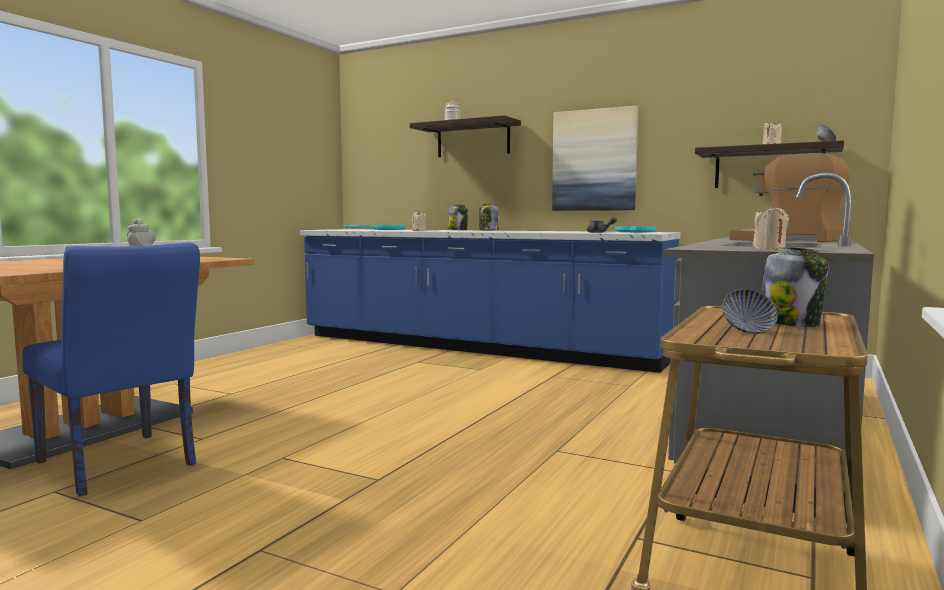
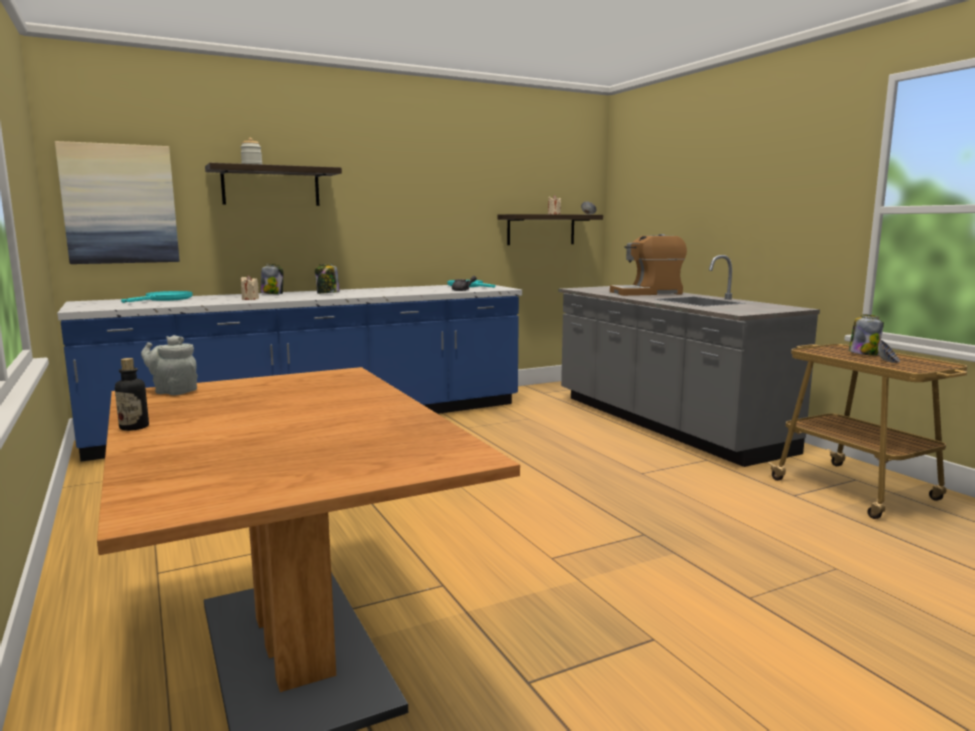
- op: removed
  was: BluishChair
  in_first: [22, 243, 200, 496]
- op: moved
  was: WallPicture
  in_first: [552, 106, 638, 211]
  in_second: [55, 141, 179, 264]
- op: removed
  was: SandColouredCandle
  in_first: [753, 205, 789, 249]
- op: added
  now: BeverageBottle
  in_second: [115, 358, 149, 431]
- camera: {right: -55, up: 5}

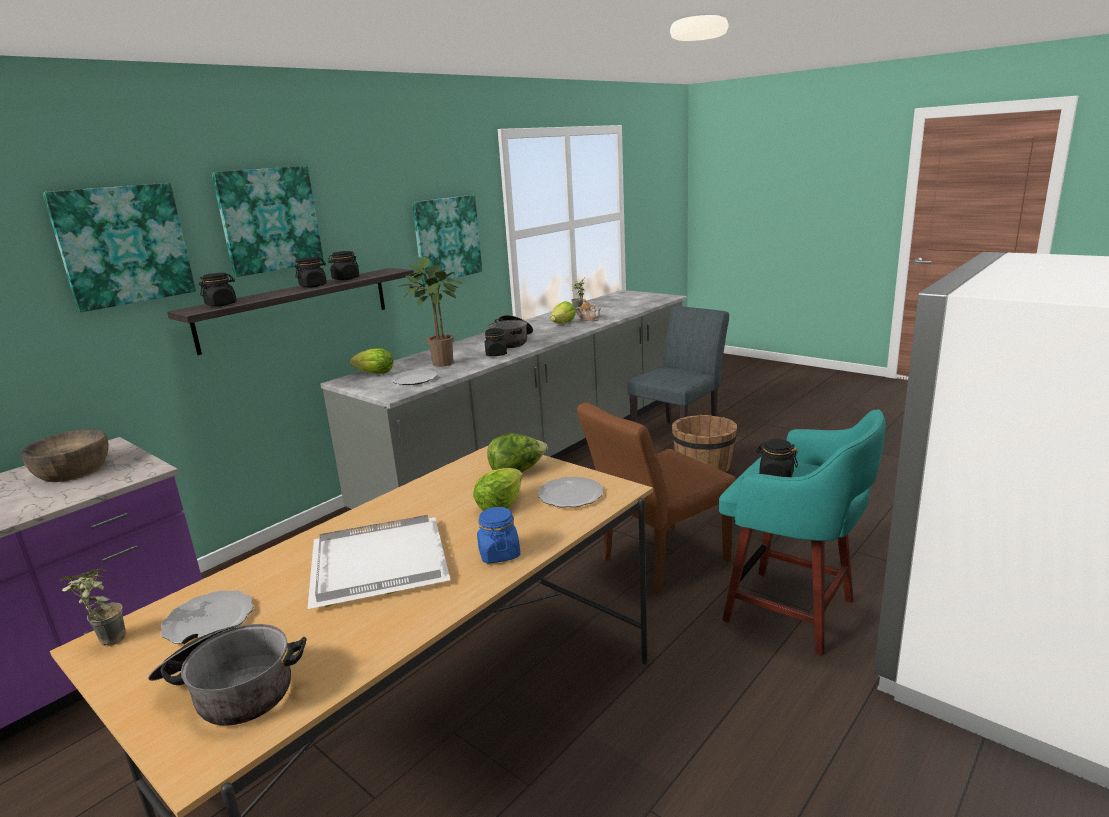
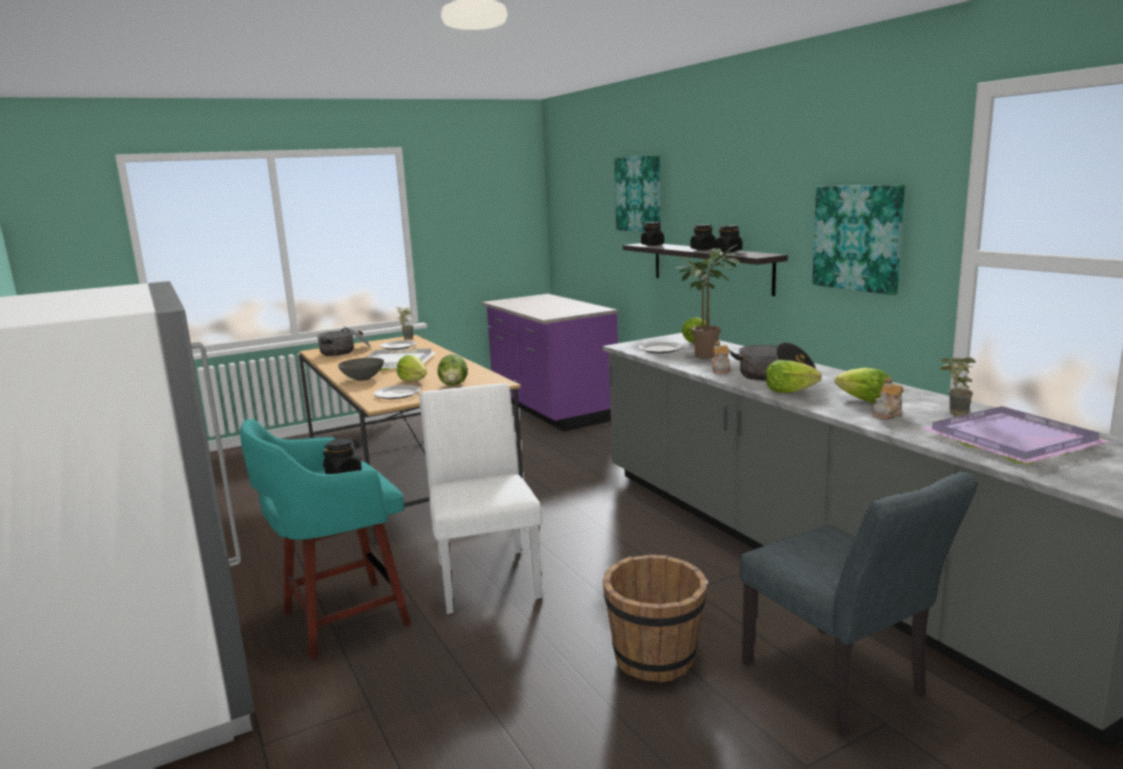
- op: removed
  was: BrownServingBowl
  in_first: [20, 429, 109, 482]
- op: removed
  was: WallPicture
  in_first: [211, 166, 324, 277]
- op: replaced
  was: BluishPreserveJar
  now: GreyishServingBowl
  in_first: [477, 507, 520, 564]
  in_second: [338, 358, 384, 381]
- op: replaced
  was: BlackColouredPreserveJar
  now: TeaPot
  in_first: [485, 328, 507, 356]
  in_second: [712, 341, 731, 374]
- op: recoloured
  was: BrownChair
  now: WhitishChair
  in_first: [577, 402, 736, 596]
  in_second: [419, 383, 542, 614]
- op: added
  now: Lettuce
  in_second: [766, 360, 821, 393]
- op: added
  now: PurpleCarryingTray
  in_second: [921, 406, 1110, 465]
- camera: {right: 110, up: -5}

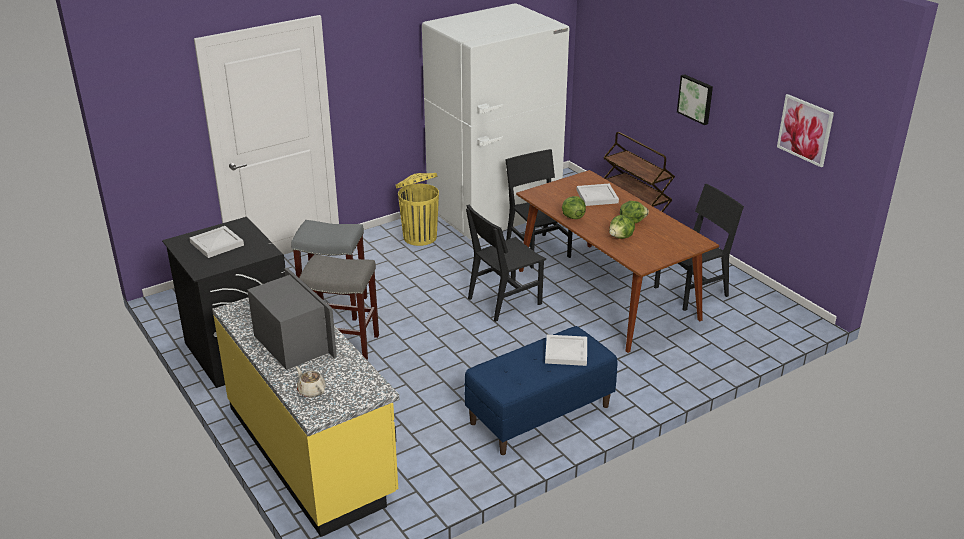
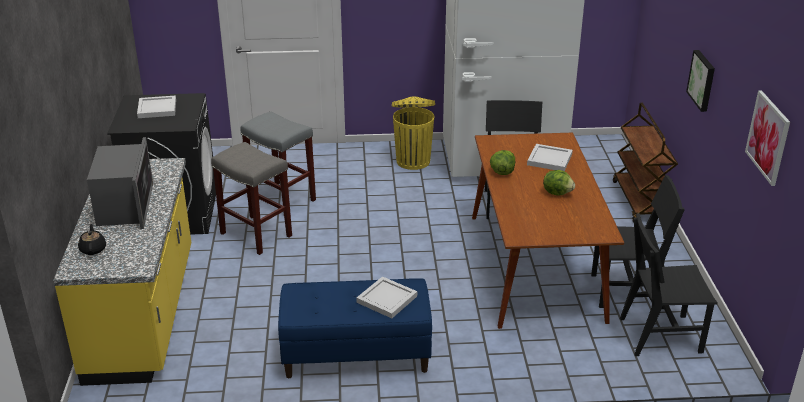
- op: recoloured
  was: SandColouredTeaPot
  now: BlackColouredTeaPot
  in_first: [296, 366, 326, 397]
  in_second: [78, 224, 106, 255]
- op: moved
  was: BlackColouredChair
  in_first: [466, 205, 546, 322]
  in_second: [620, 213, 718, 356]
- op: removed
  was: Lettuce
  in_first: [609, 215, 635, 239]
- camera: {right: 30, up: 0}

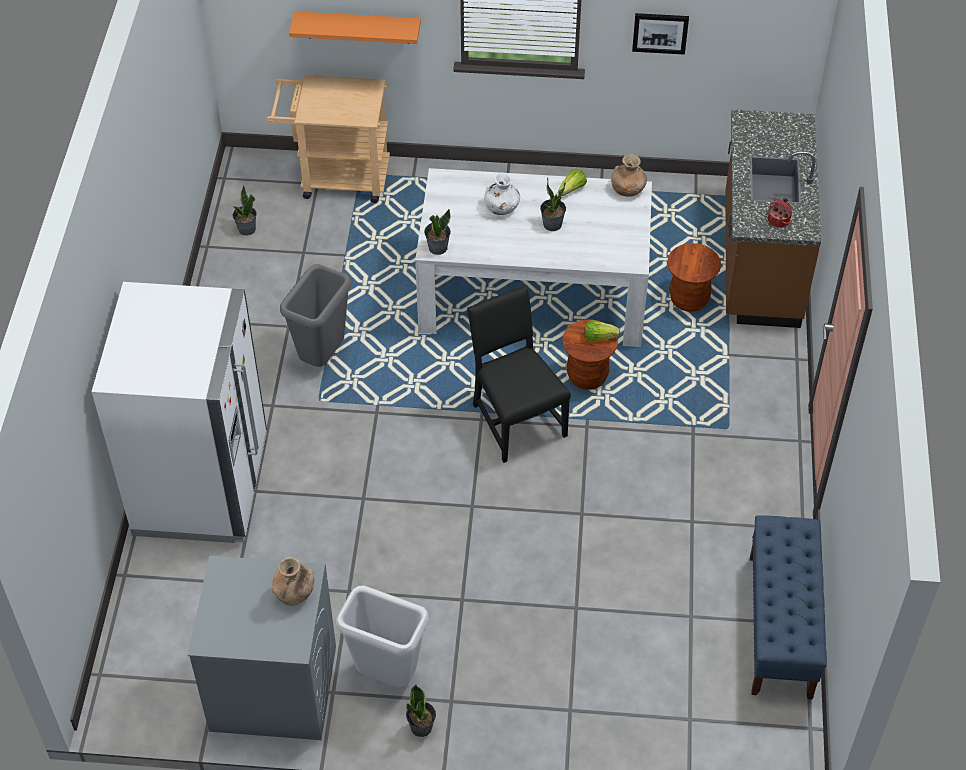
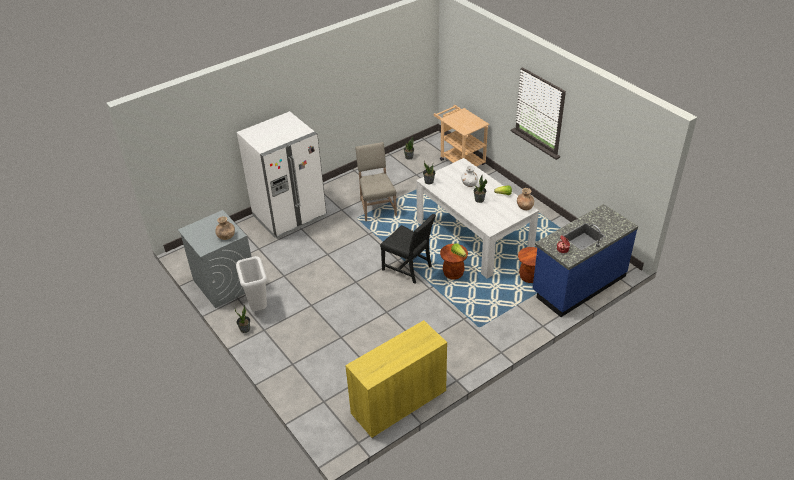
- op: replaced
  was: GreyishWasteBin
  now: SandColouredChair
  in_first: [280, 264, 351, 367]
  in_second: [355, 142, 397, 221]
- op: removed
  was: OrangeyBracketShelf
  in_first: [289, 11, 421, 44]
- op: turned
  was: BlackColouredChair
  in_first: [467, 286, 571, 463]
  in_second: [380, 214, 436, 284]
  clockwise: 105
- op: removed
  was: WallPicture
  in_first: [632, 13, 689, 55]
- op: recoloured
  was: BrownCounter
  now: BluishCounter
  in_first: [726, 109, 821, 328]
  in_second: [533, 204, 638, 317]
- op: replaced
  was: BluishBench
  now: YellowishCupboard
  in_first: [750, 516, 827, 699]
  in_second: [345, 320, 447, 438]
- camera: {right: 50, up: -10}

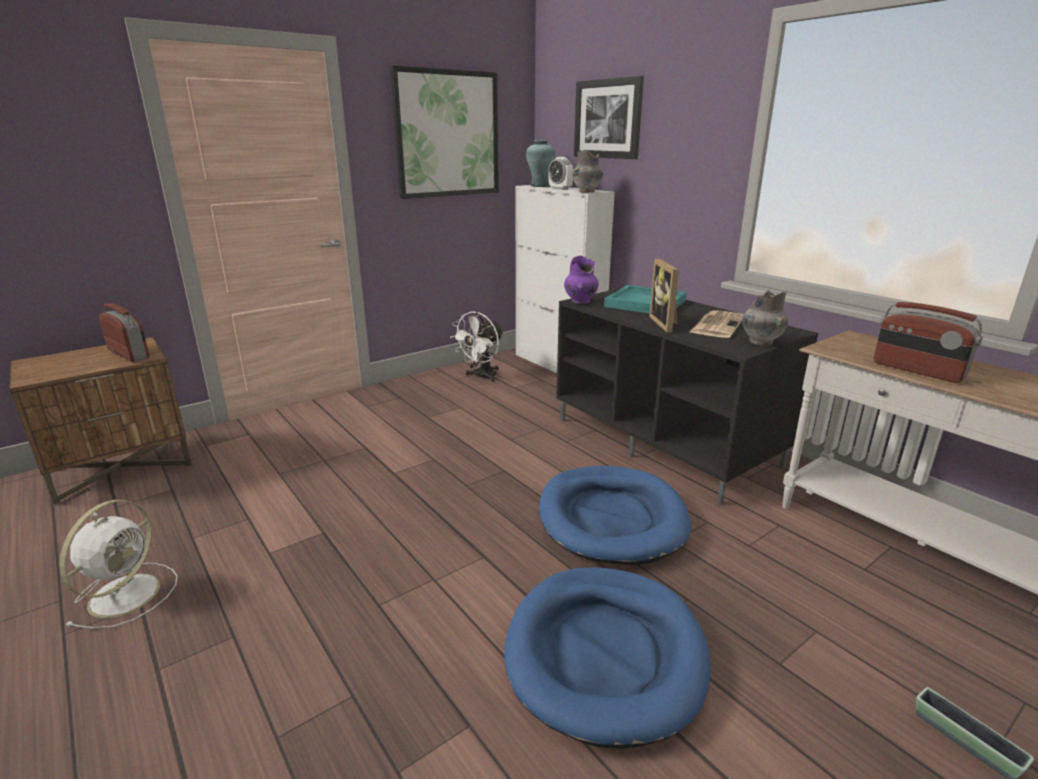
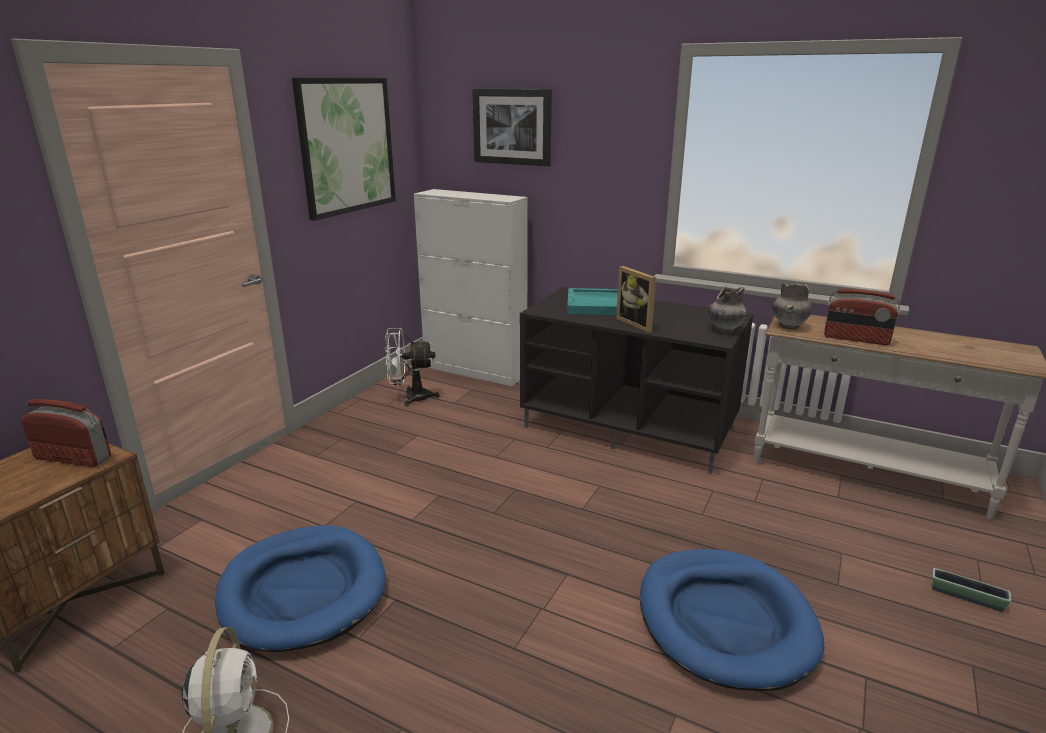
- op: turned
  was: WhitishCoolingFan
  in_first: [450, 311, 504, 382]
  in_second: [385, 328, 440, 407]
  clockwise: 75
- op: removed
  was: BlueGreenVase
  in_first: [526, 140, 555, 187]
- op: moved
  was: BluishPetBed
  in_first: [539, 466, 691, 565]
  in_second: [215, 525, 386, 652]
- op: removed
  was: BedsideClock
  in_first: [548, 157, 573, 190]
- op: removed
  was: PurpleVase
  in_first: [564, 255, 598, 304]
- op: moved
  was: GreyishVase
  in_first: [572, 150, 603, 193]
  in_second: [772, 283, 812, 330]
- op: removed
  was: DailyPaper
  in_first: [690, 310, 744, 338]
- camera: {right: -25, up: 0}

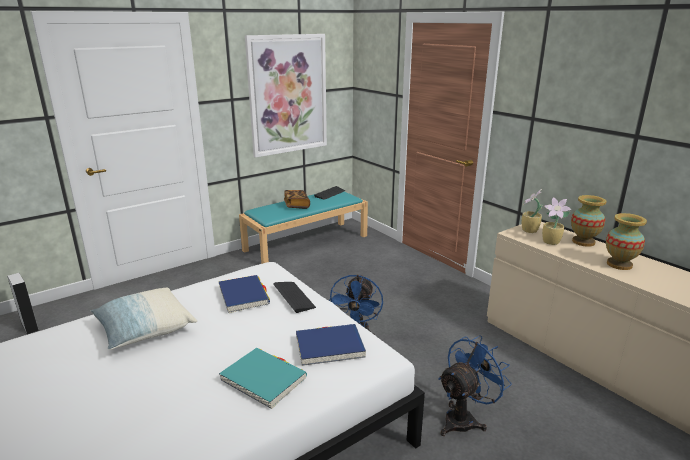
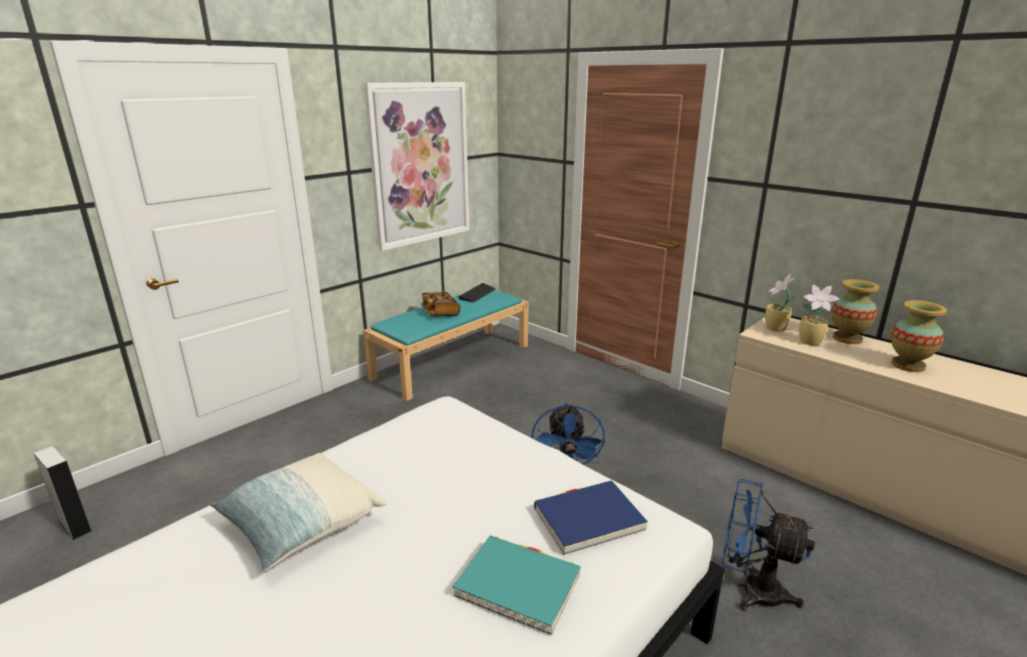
- op: removed
  was: BluishBook
  in_first: [218, 275, 270, 313]
- op: removed
  was: PcKeyboard
  in_first: [273, 282, 316, 313]
- op: turned
  was: BluishCoolingFan
  in_first: [438, 335, 512, 436]
  in_second: [722, 479, 815, 611]
  clockwise: -105
- camera: {right: -10, up: 0}

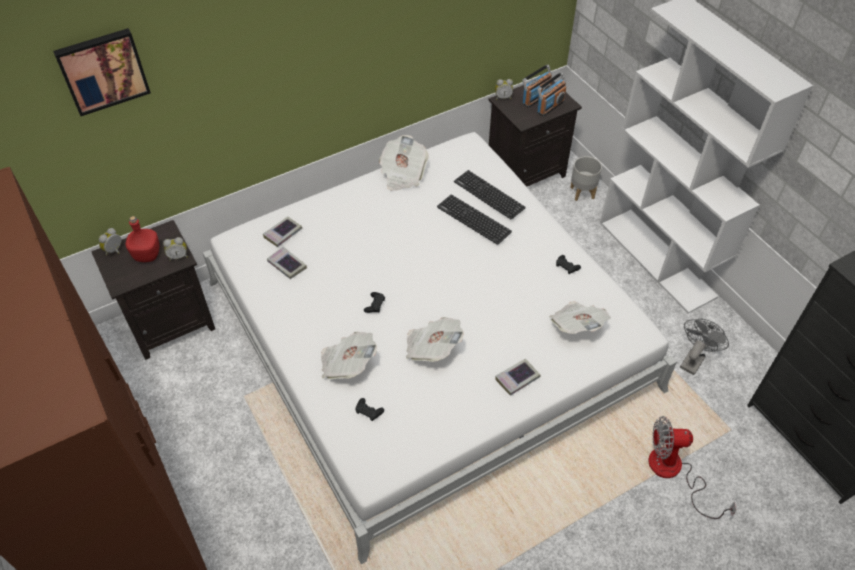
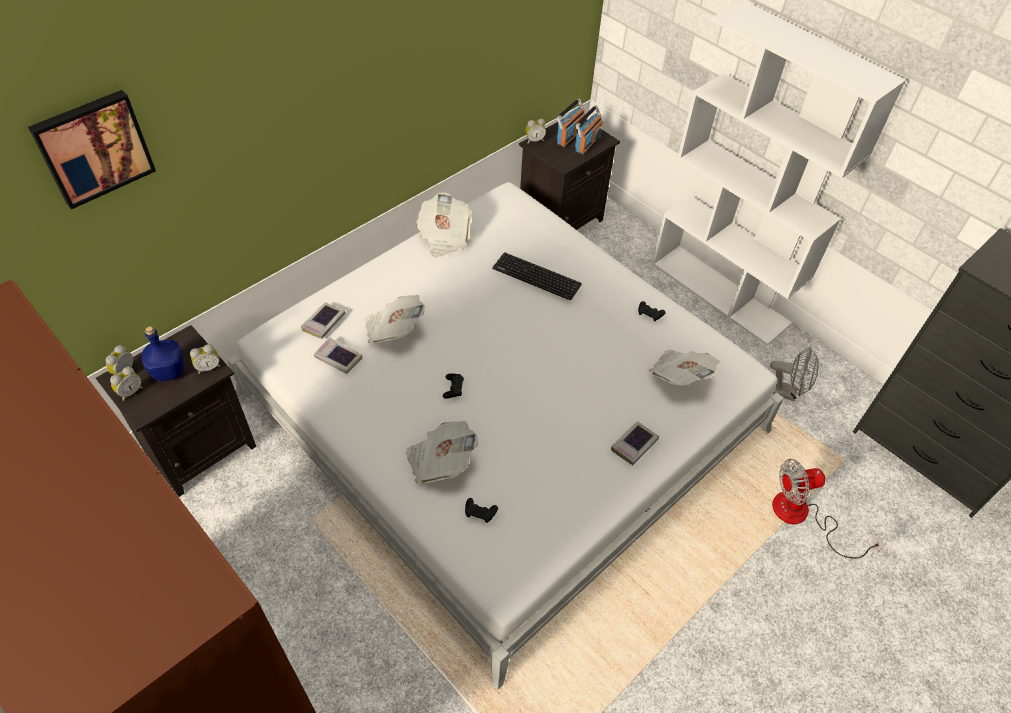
- op: recoloured
  was: RedColouredBeverageBottle
  now: BluishBeverageBottle
  in_first: [126, 216, 160, 262]
  in_second: [142, 326, 183, 381]
- op: moved
  was: DailyPaper
  in_first: [406, 317, 464, 362]
  in_second: [365, 295, 425, 343]
- op: removed
  was: PcKeyboard
  in_first: [454, 170, 526, 220]
- op: removed
  was: GreyishPlanter
  in_first: [570, 156, 602, 201]
- op: turned
  was: GreyishCoolingFan
  in_first: [680, 319, 729, 375]
  in_second: [770, 347, 819, 401]
  clockwise: 90
- op: added
  now: BedsideClock
  in_second: [110, 367, 143, 401]
- camera: {right: -15, up: 0}

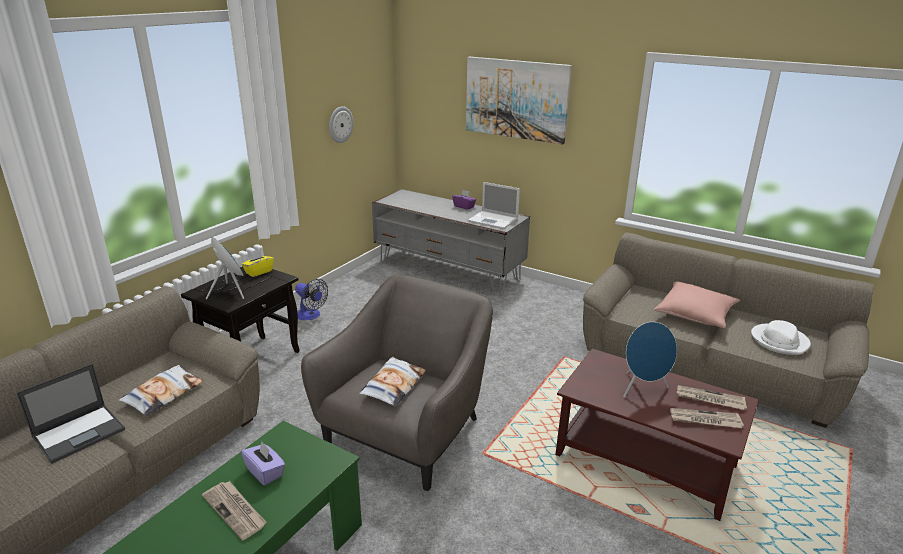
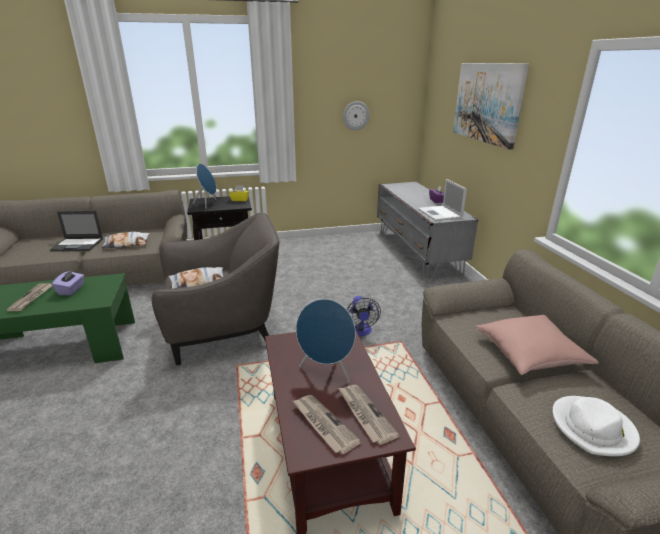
- op: moved
  was: CoolingFan
  in_first: [295, 279, 328, 320]
  in_second: [347, 296, 381, 337]
- camera: {right: 45, up: 0}

